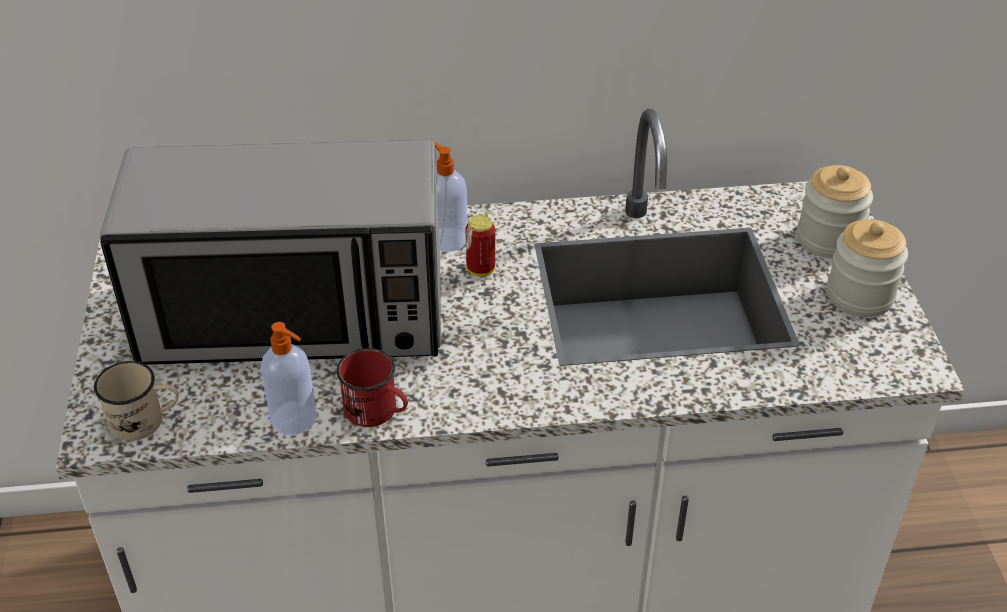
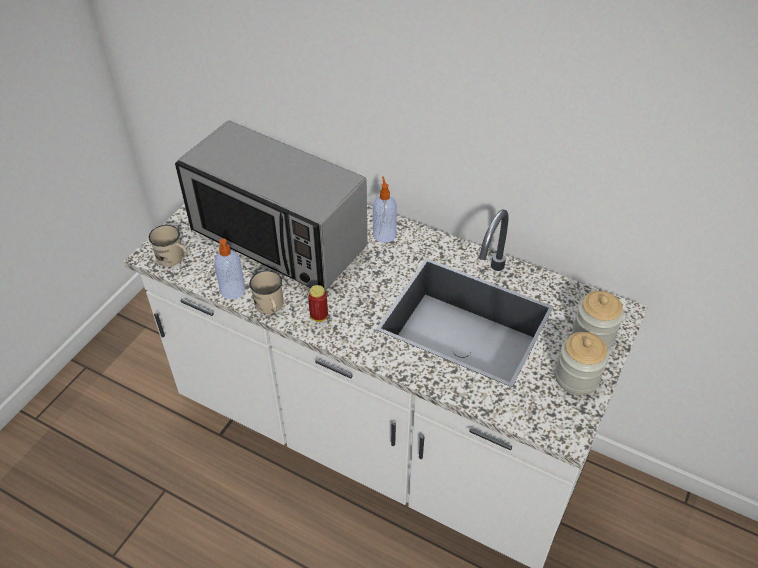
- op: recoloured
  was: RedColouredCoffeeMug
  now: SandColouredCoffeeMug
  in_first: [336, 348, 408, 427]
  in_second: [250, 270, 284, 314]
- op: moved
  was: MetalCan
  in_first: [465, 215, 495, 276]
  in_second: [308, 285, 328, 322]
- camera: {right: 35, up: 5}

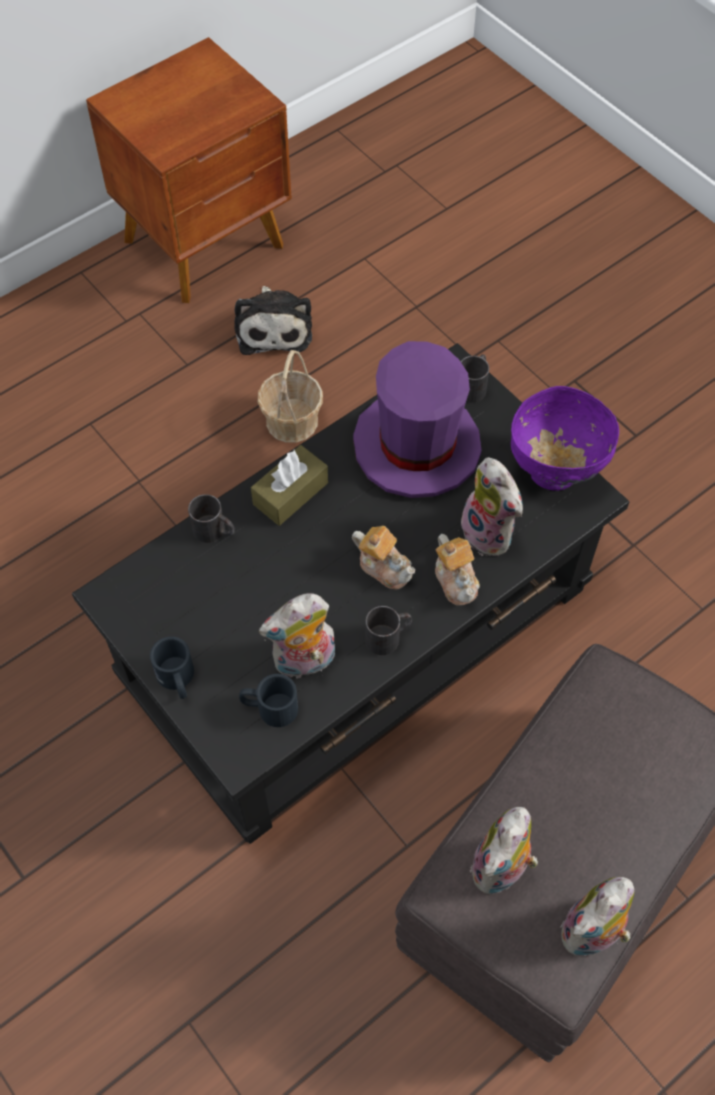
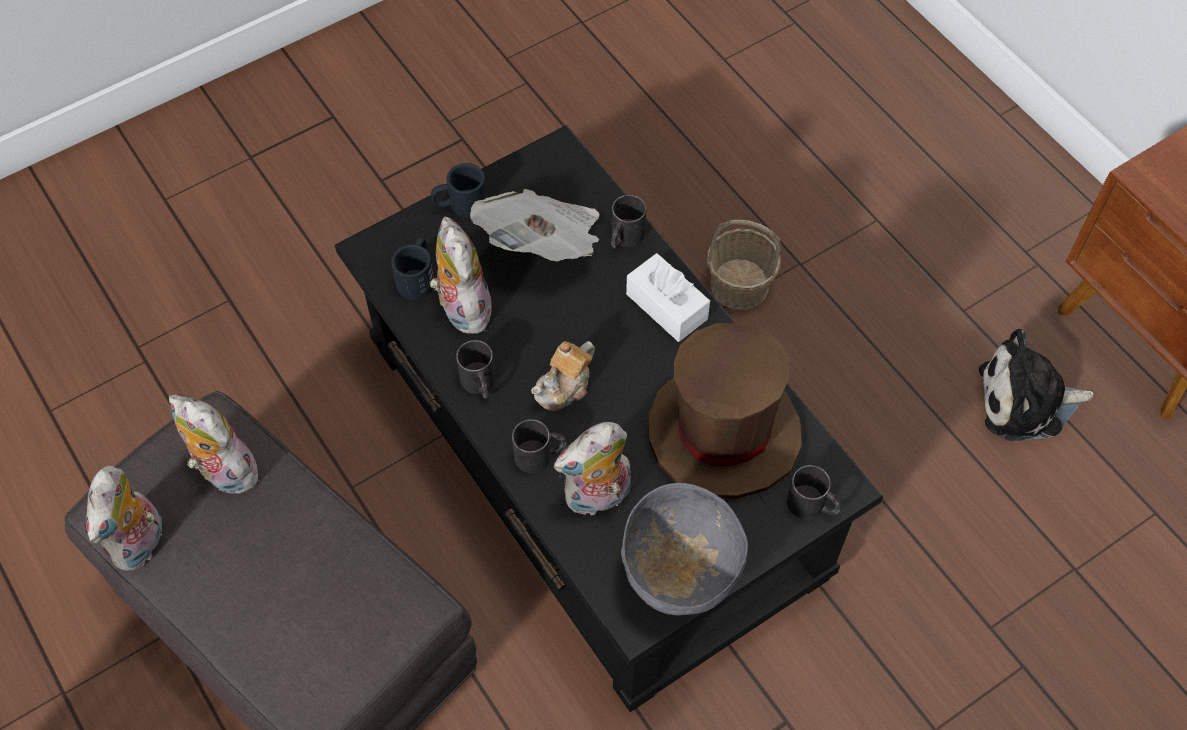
- op: recoloured
  was: BrownTissueHolder
  now: WhitishTissueHolder
  in_first: [251, 445, 328, 526]
  in_second: [626, 253, 710, 342]
- op: moved
  was: HouseholdBasket
  in_first: [258, 350, 323, 443]
  in_second: [707, 220, 781, 310]
- op: recoloured
  was: PurpleHat
  now: BrownHat
  in_first: [353, 341, 481, 498]
  in_second: [648, 323, 802, 499]
- op: replaced
  was: TeaPot
  now: BlackColouredCoffeeMug
  in_first: [435, 534, 480, 606]
  in_second: [512, 419, 567, 473]
- op: recoloured
  was: PurpleServingBowl
  now: GreyishServingBowl
  in_first: [511, 386, 619, 491]
  in_second: [621, 483, 748, 616]
- op: turned
  was: PlushToy
  in_first: [560, 877, 637, 956]
  in_second: [85, 465, 167, 571]
  clockwise: -135
- op: added
  now: DailyPaper
  in_second: [470, 189, 600, 261]
- camera: {right: 95, up: 0}

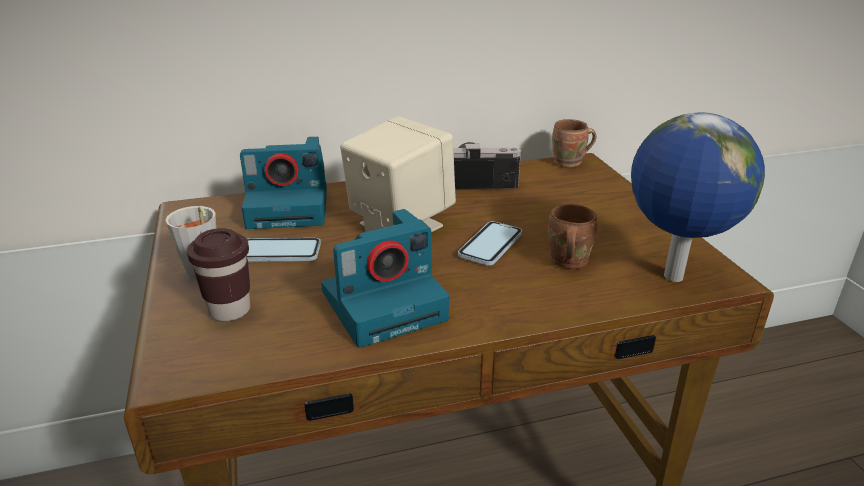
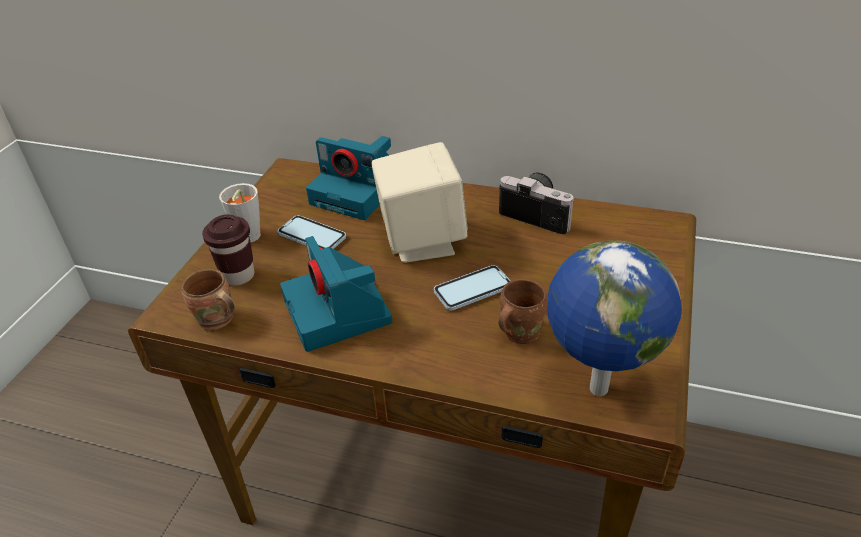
- op: turned
  was: PhotoCamera
  in_first: [321, 209, 449, 348]
  in_second: [280, 236, 392, 352]
  clockwise: 60
- op: moved
  was: BrownCoffeeMug
  in_first: [552, 119, 596, 168]
  in_second: [182, 269, 235, 330]
- camera: {right: 35, up: 10}

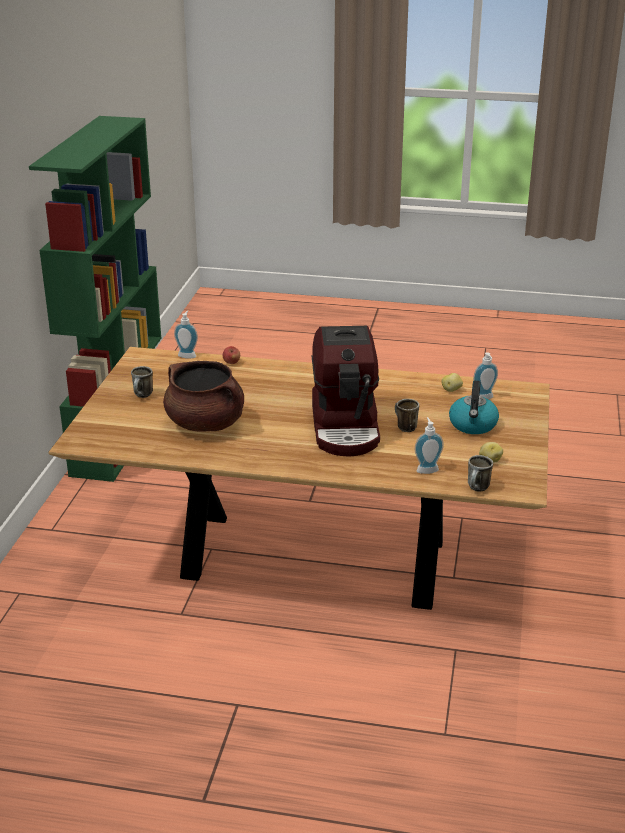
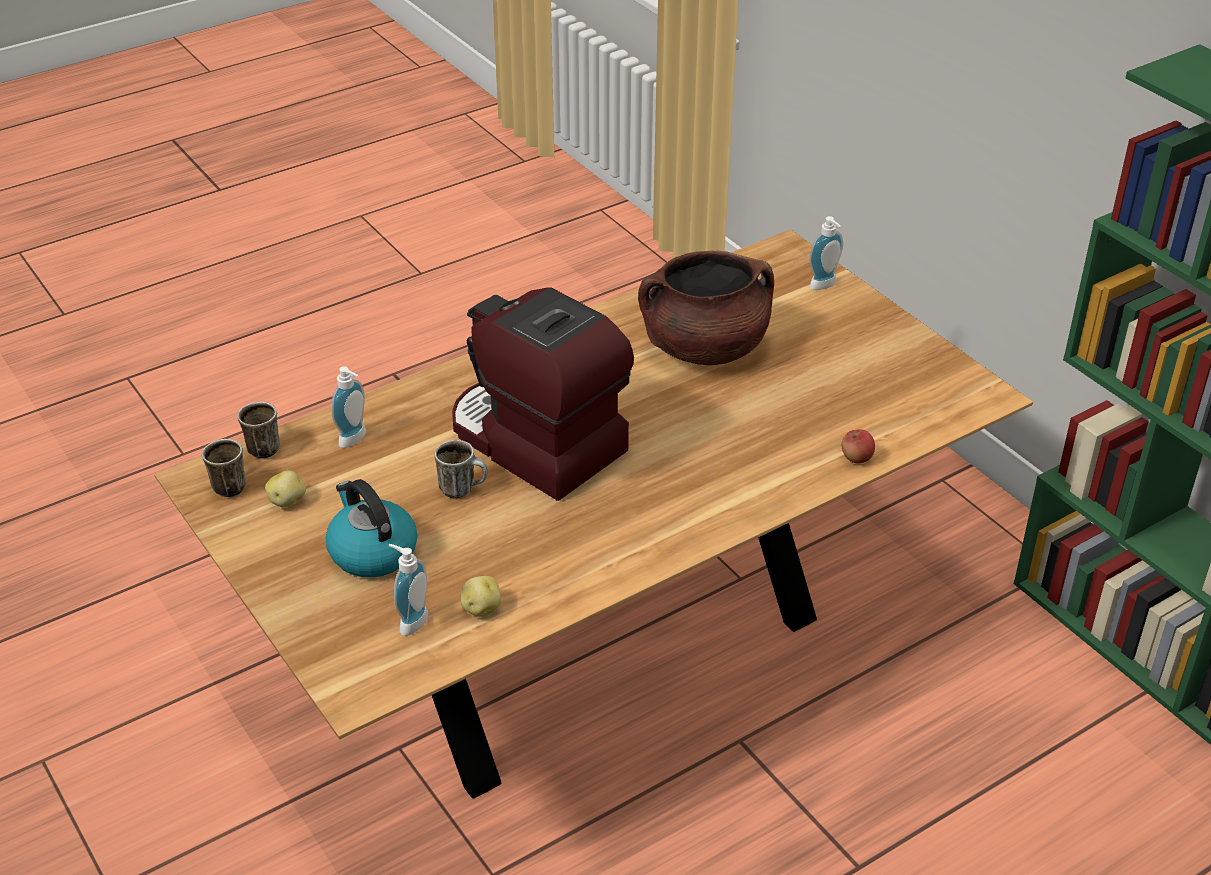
- op: moved
  was: CoffeeMug
  in_first: [131, 366, 153, 398]
  in_second: [202, 439, 246, 497]
- op: moved
  was: SoapBottle
  in_first: [174, 311, 198, 359]
  in_second: [809, 216, 843, 290]
- camera: {right: 135, up: 10}

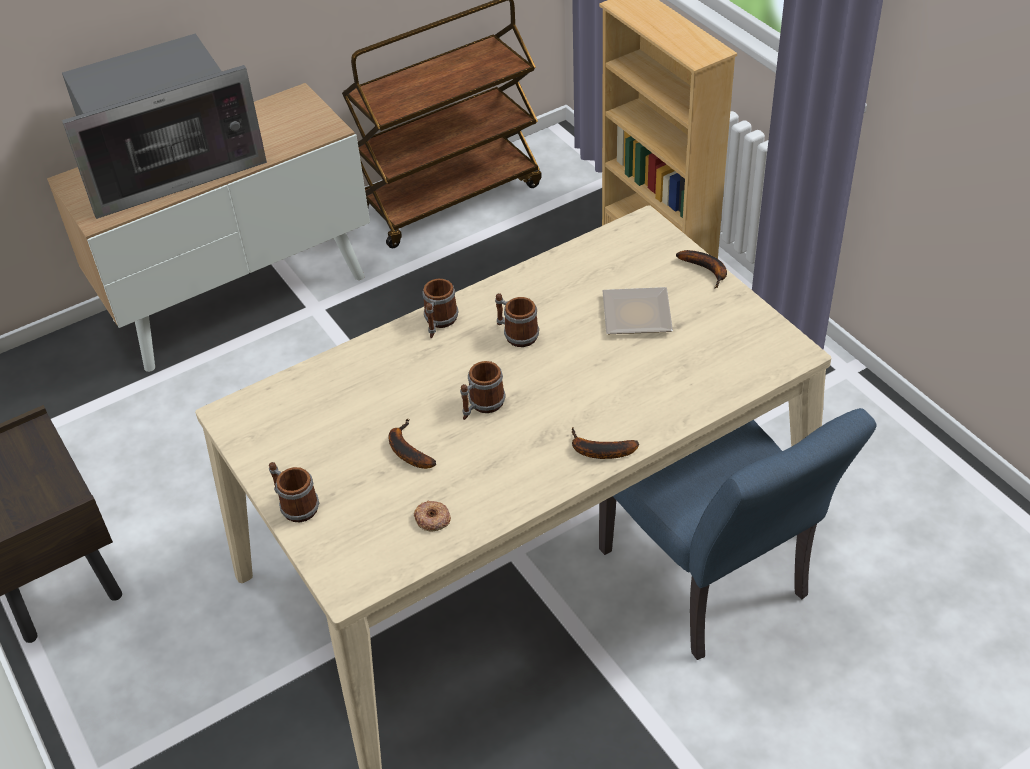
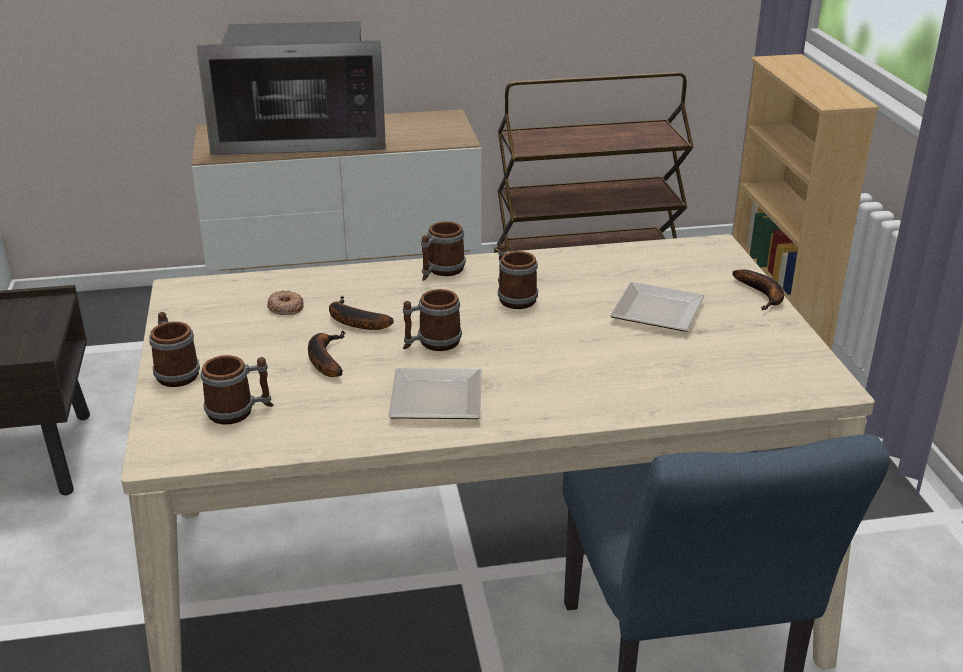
- op: moved
  was: Donut
  in_first: [414, 500, 451, 532]
  in_second: [267, 290, 304, 315]
- op: moved
  was: WholeBanana
  in_first: [572, 427, 639, 459]
  in_second: [329, 296, 394, 330]
- op: added
  now: CoffeeMug
  in_second: [201, 355, 274, 425]
- op: added
  now: Plate
  in_second: [388, 368, 482, 419]
- camera: {right: 20, up: -15}

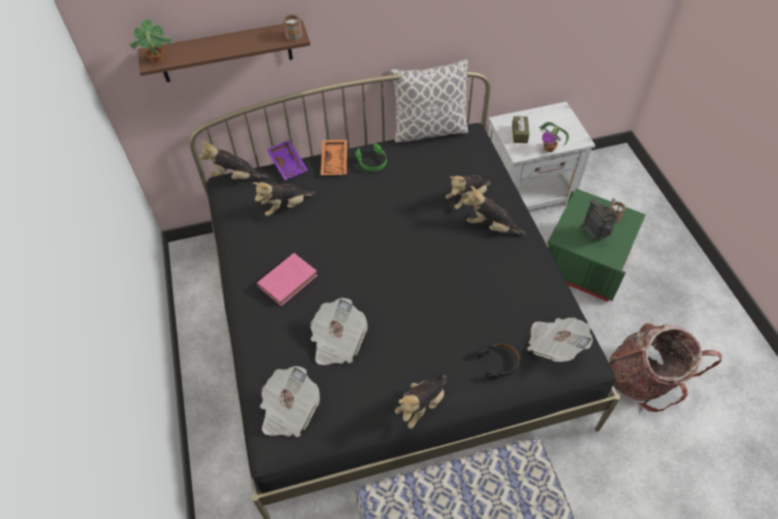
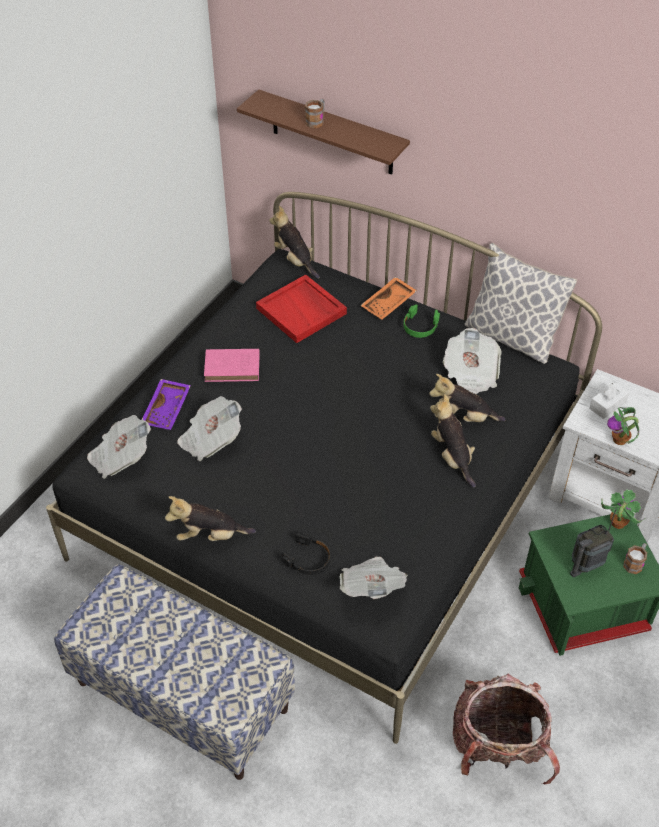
- op: moved
  was: PottedPlant
  in_first: [128, 19, 173, 63]
  in_second: [601, 490, 645, 529]
- op: replaced
  was: PlushToy
  now: RedColouredCarryingTray
  in_first: [253, 182, 316, 216]
  in_second: [256, 274, 347, 343]
- op: moved
  was: PurpleCarryingTray
  in_first: [266, 140, 308, 180]
  in_second: [142, 379, 191, 430]
- op: moved
  was: CoffeeMug
  in_first: [283, 12, 303, 42]
  in_second: [305, 99, 325, 128]
- op: recoloured
  was: BrownTissueHolder
  now: WhitishTissueHolder
  in_first: [512, 115, 529, 143]
  in_second: [589, 382, 629, 419]
- op: turned
  was: RadioSet
  in_first: [582, 199, 620, 241]
  in_second: [570, 509, 617, 577]
  clockwise: -135
- op: added
  now: DailyPaper
  in_second: [443, 328, 502, 394]
- camera: {right: 45, up: -5}

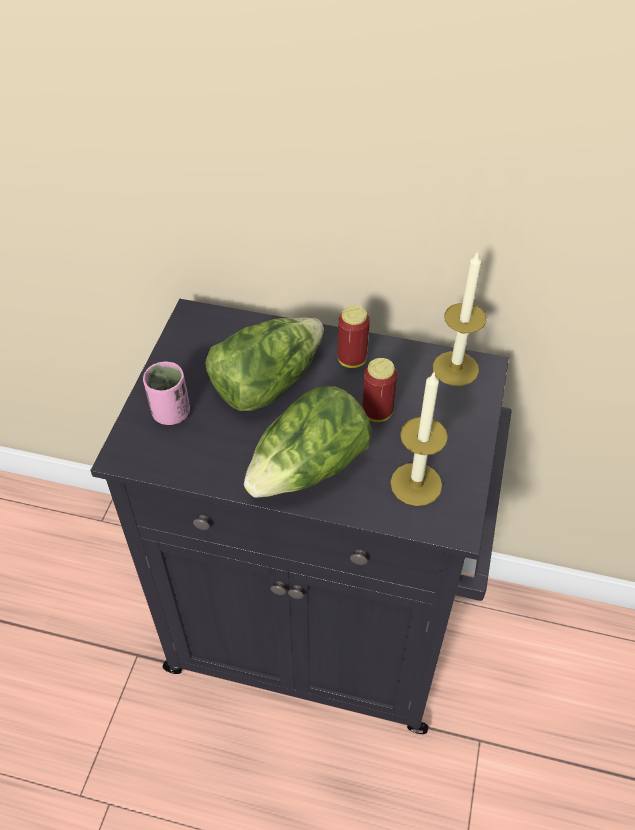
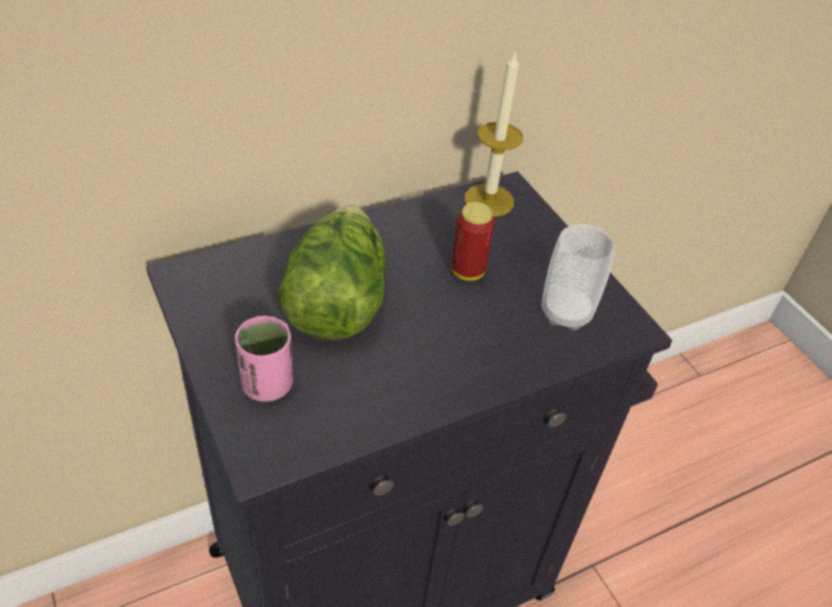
- op: removed
  was: Lettuce
  in_first: [244, 386, 372, 498]
- op: removed
  was: MetalCan
  in_first: [338, 305, 370, 368]
- op: replaced
  was: Candle
  now: DrinkingCup
  in_first: [390, 372, 448, 506]
  in_second: [542, 224, 615, 331]
- camera: {right: -45, up: -5}

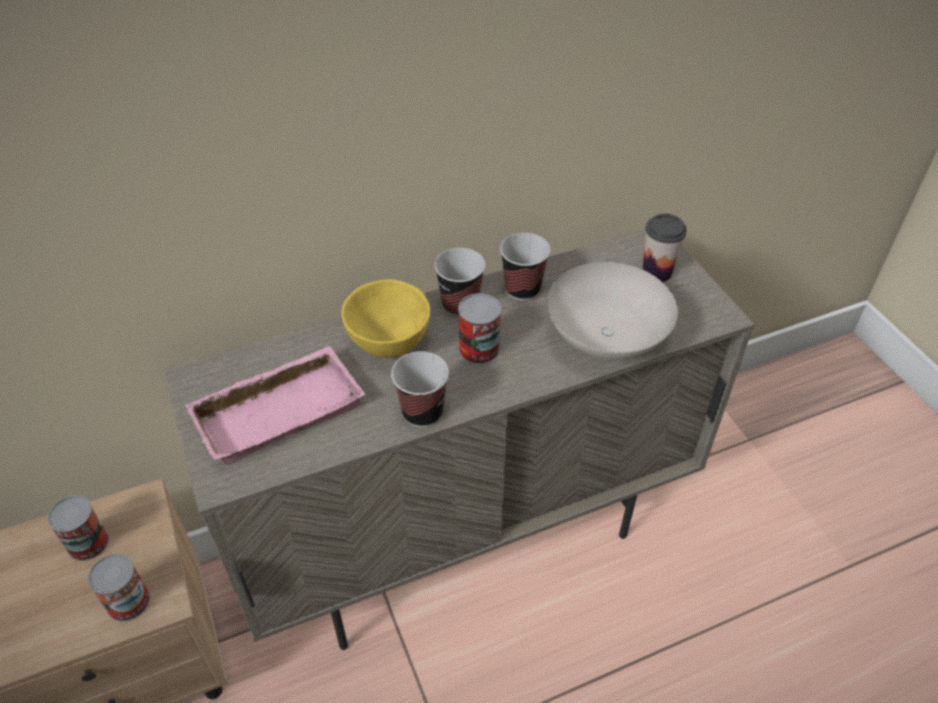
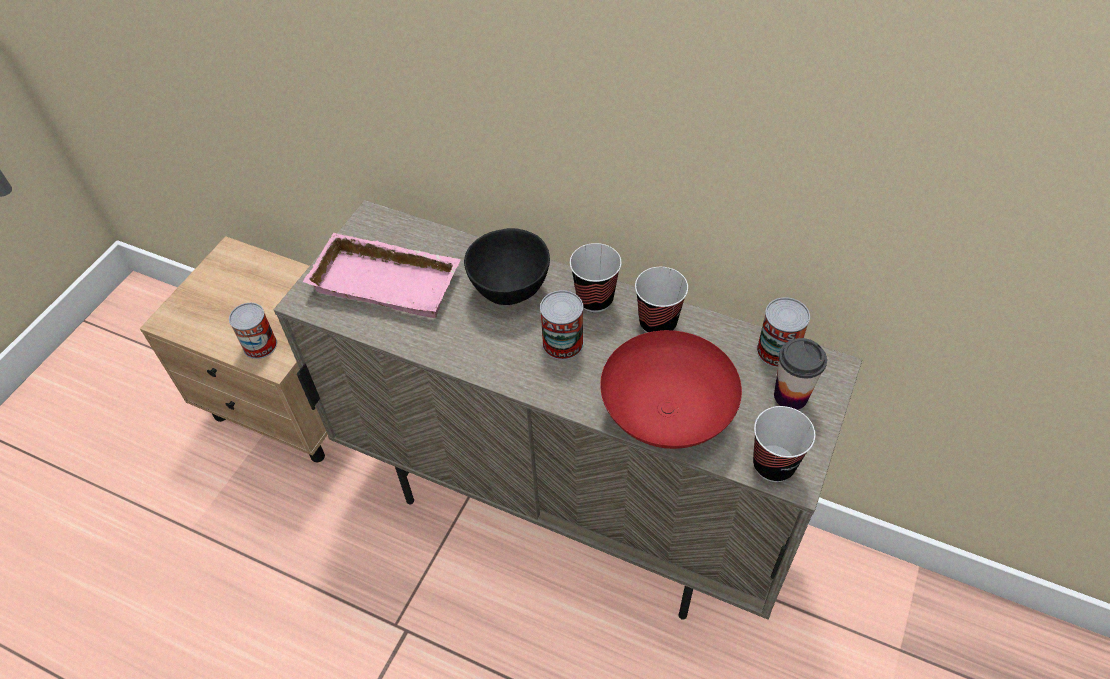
- op: moved
  was: MetalCan
  in_first: [48, 496, 109, 561]
  in_second: [757, 297, 810, 368]
- op: recoloured
  was: YellowishServingBowl
  now: BlackColouredServingBowl
  in_first: [342, 279, 430, 358]
  in_second: [464, 228, 550, 305]
- op: moved
  was: DrinkingCup
  in_first: [391, 351, 449, 427]
  in_second: [753, 406, 816, 482]
- op: recoloured
  was: WhitishServingBowl
  now: RedColouredServingBowl
  in_first: [547, 262, 678, 360]
  in_second: [600, 330, 742, 449]
- camera: {right: 50, up: 5}

